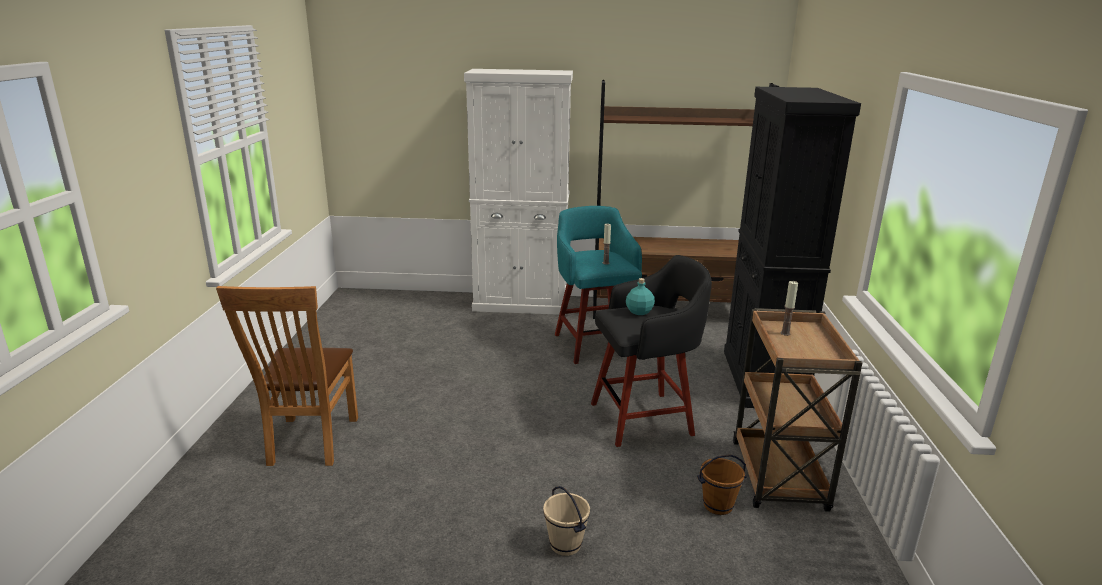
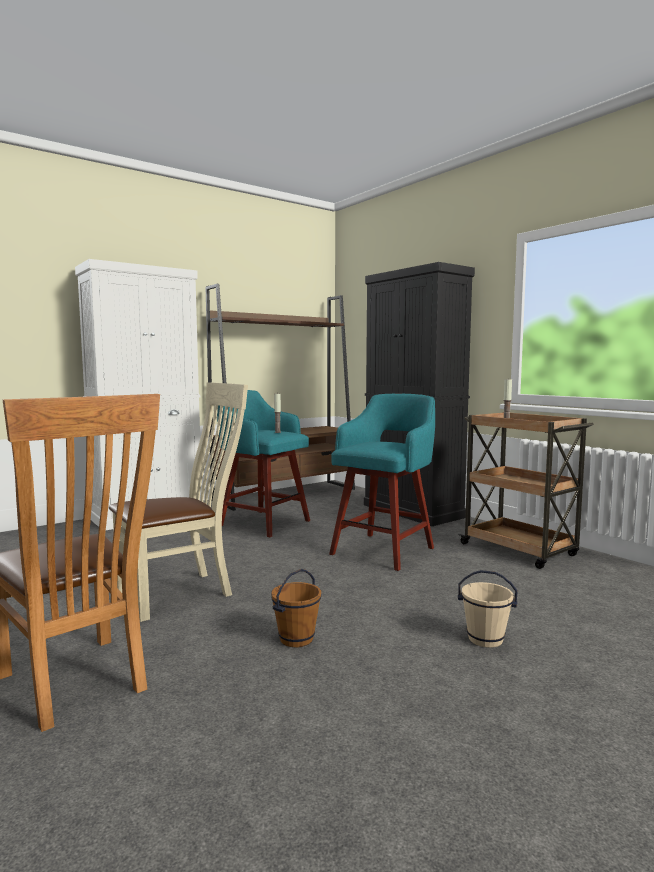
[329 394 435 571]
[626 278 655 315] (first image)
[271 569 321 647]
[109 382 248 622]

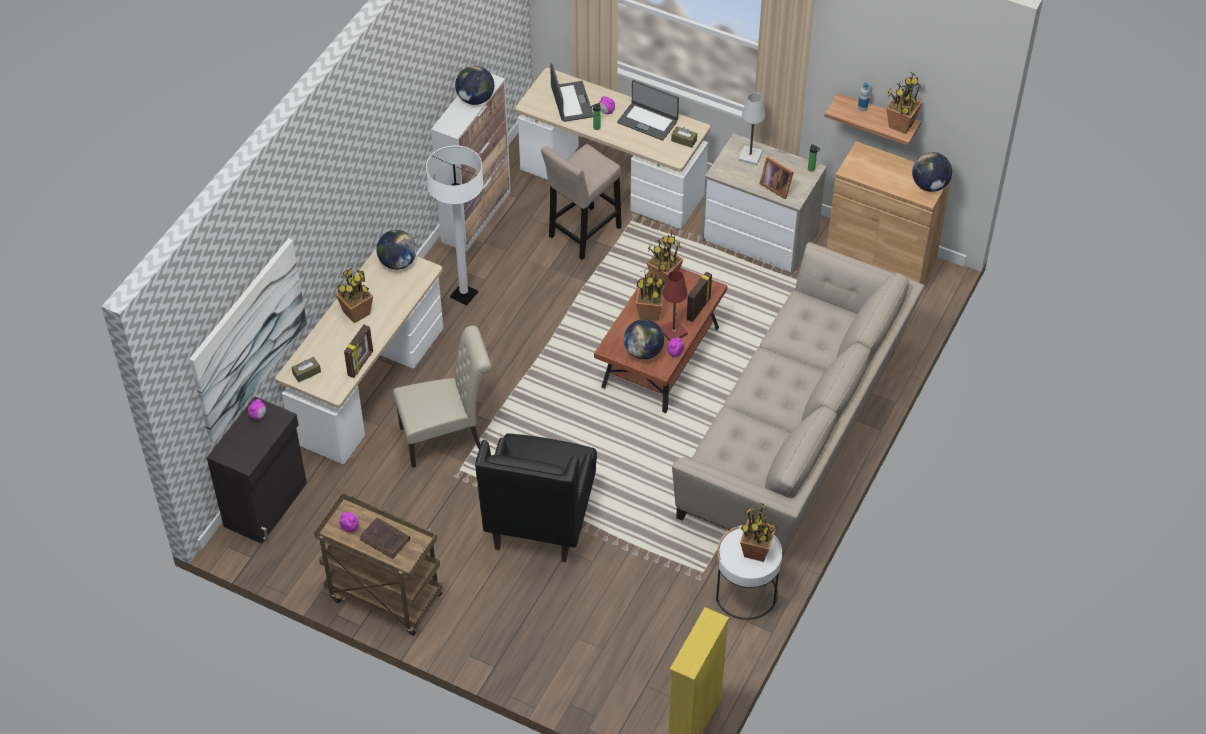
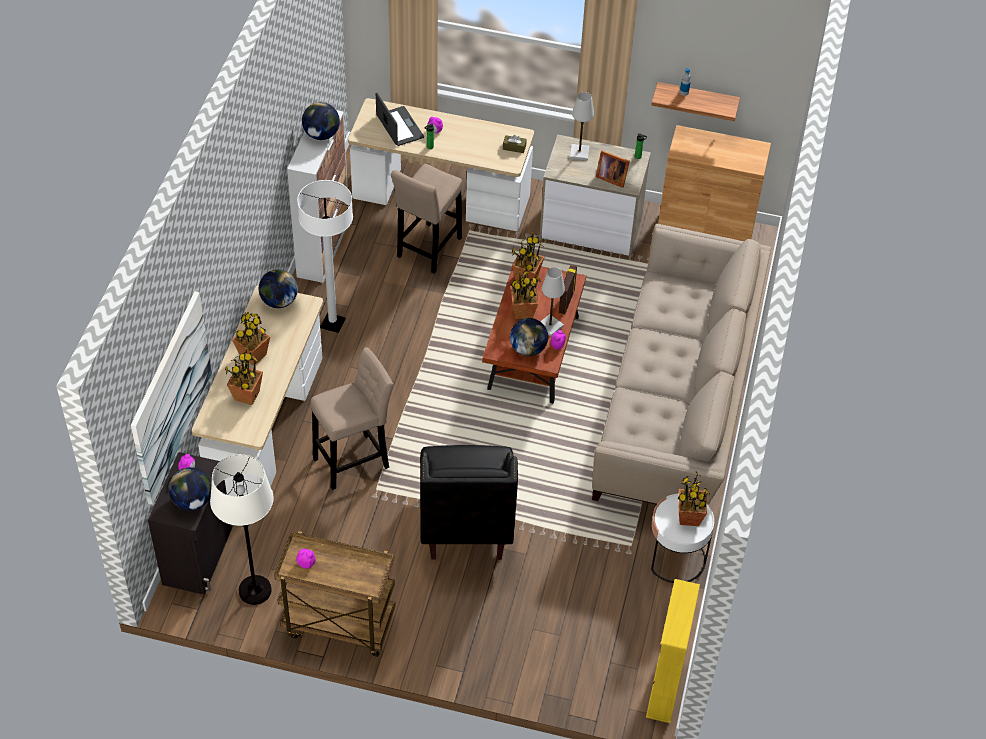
[225 346 263 405]
[617 80 679 141] (first image)
[168 467 211 510]
[540 267 565 337]
[344 324 373 378] (first image)
[311 347 393 490]
[291 357 321 382] (first image)
[360 517 410 559] (first image)
[210 454 274 605]

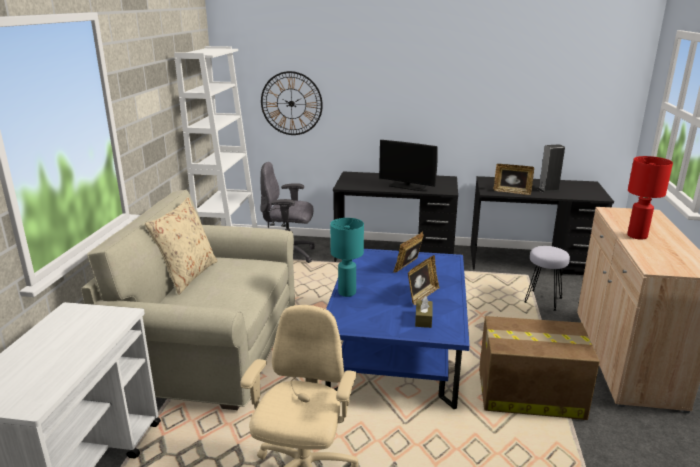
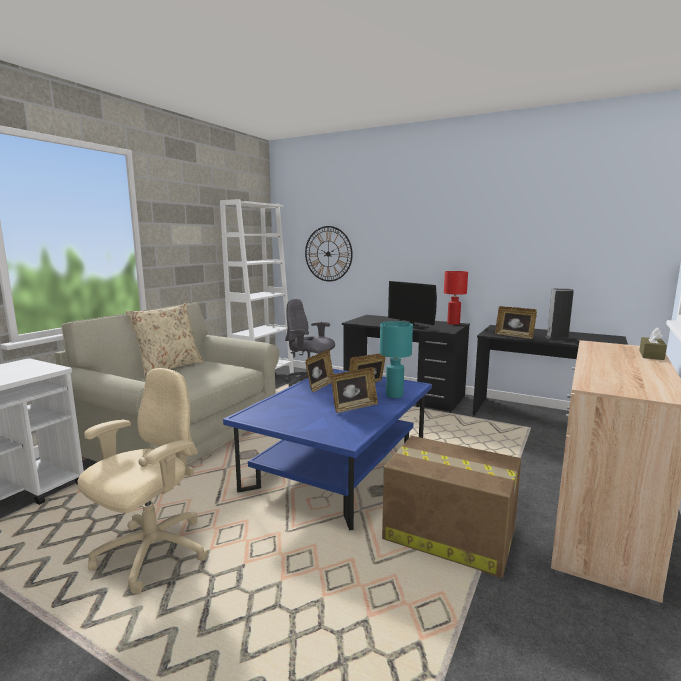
[444 271 468 325]
[380 321 413 398]
[525 246 570 311] (first image)
[639 327 667 360]
[305 350 334 392]

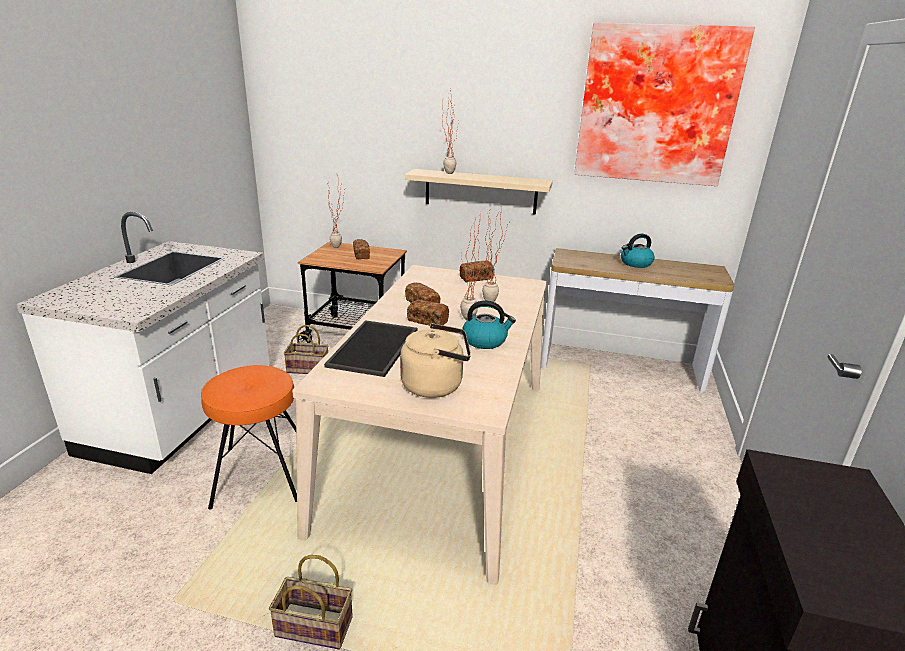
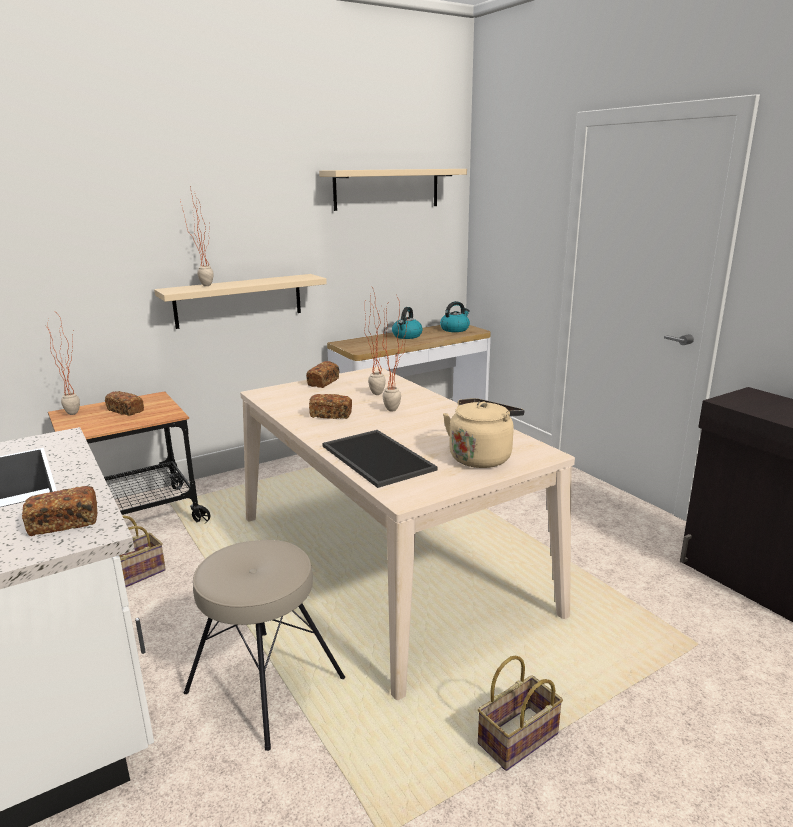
[319 169 467 211]
[22 486 97 536]
[440 301 470 332]
[184 540 345 751]

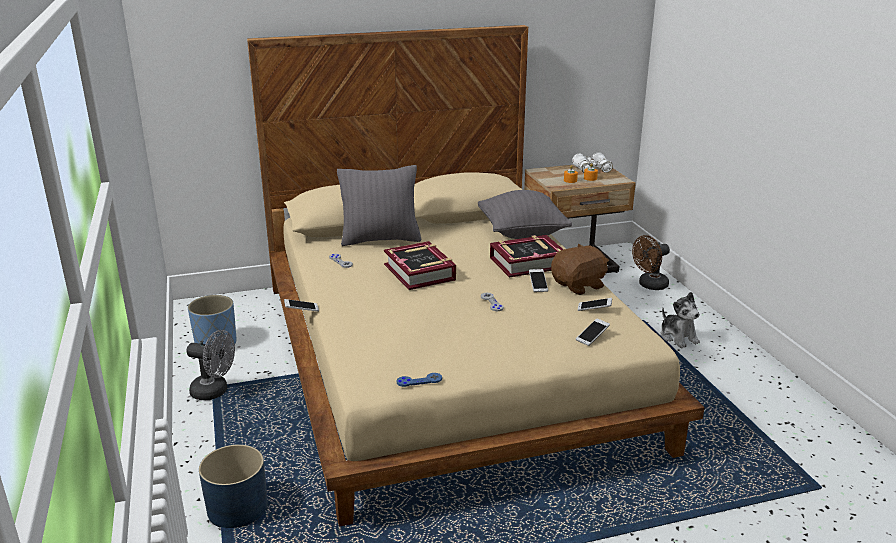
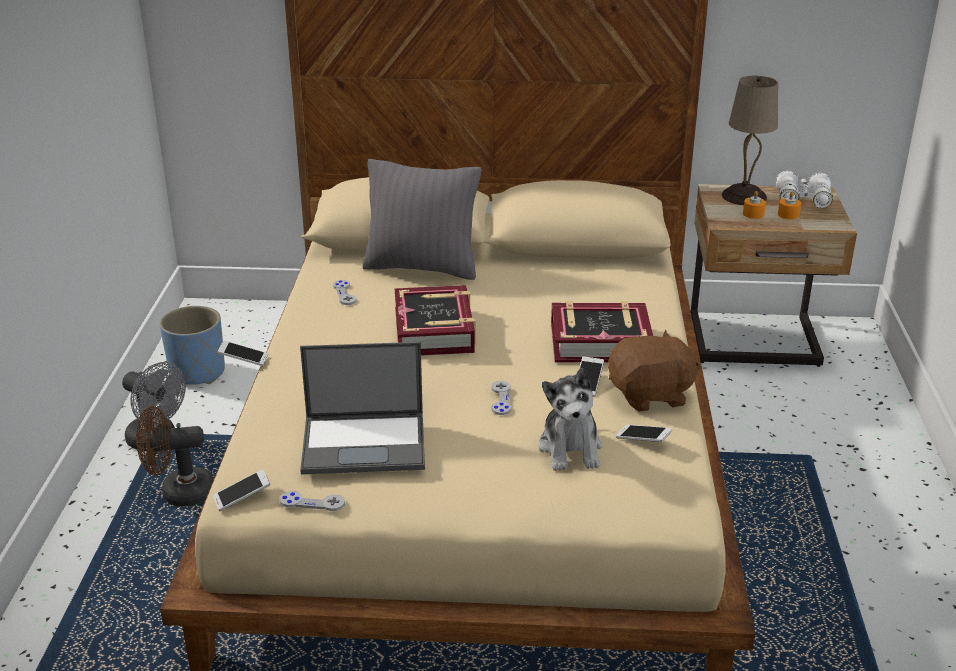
[478 190 572 239] (first image)
[136 406 213 506]
[538 368 602 471]
[213 469 270 511]
[280 491 345 511]
[199 445 268 528] (first image)
[722 76 778 205]
[300 342 425 474]

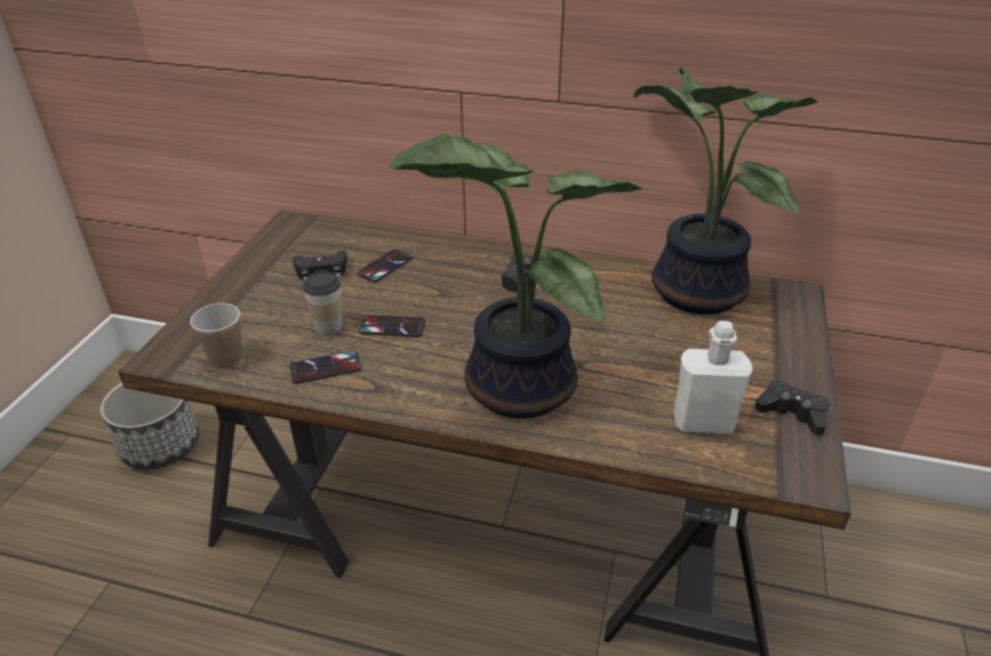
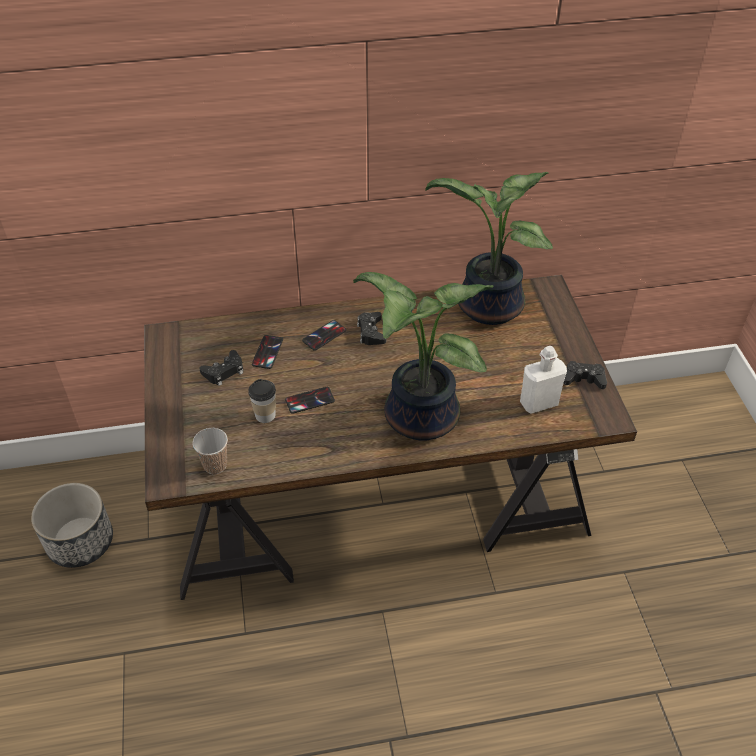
[302 320 346 351]

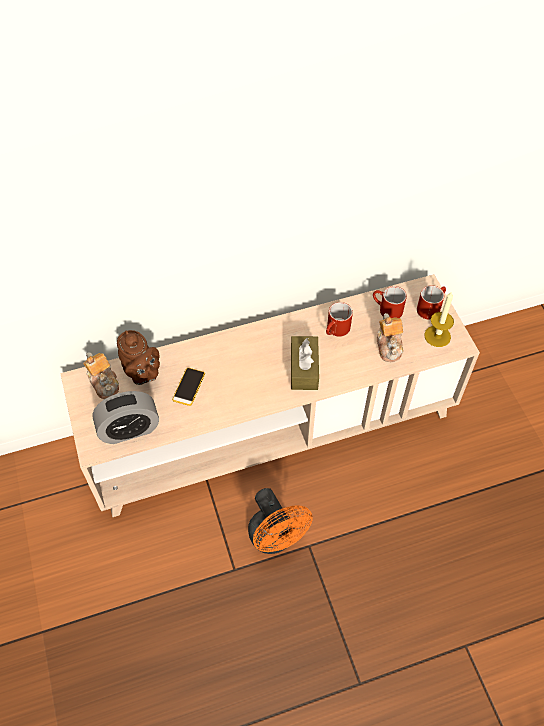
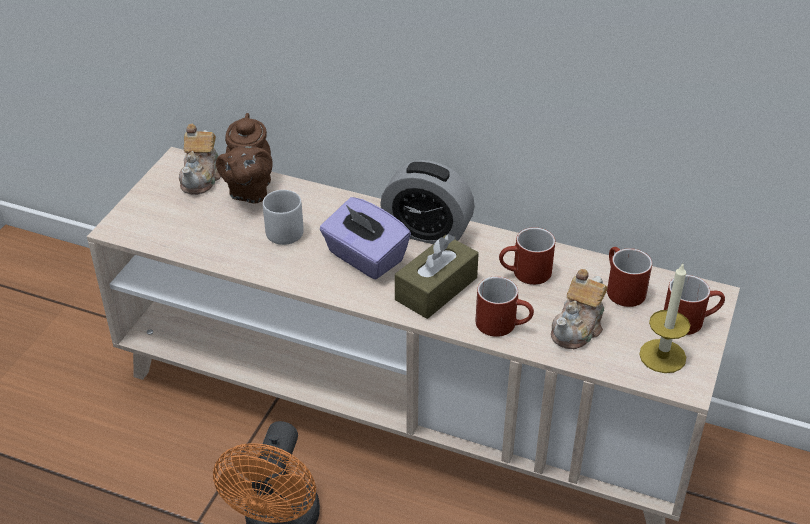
[263 190 304 245]
[380 160 475 244]
[320 197 411 279]
[475 276 534 337]

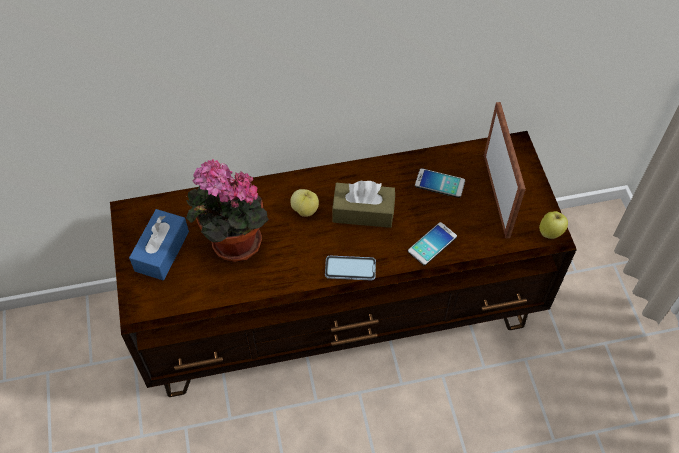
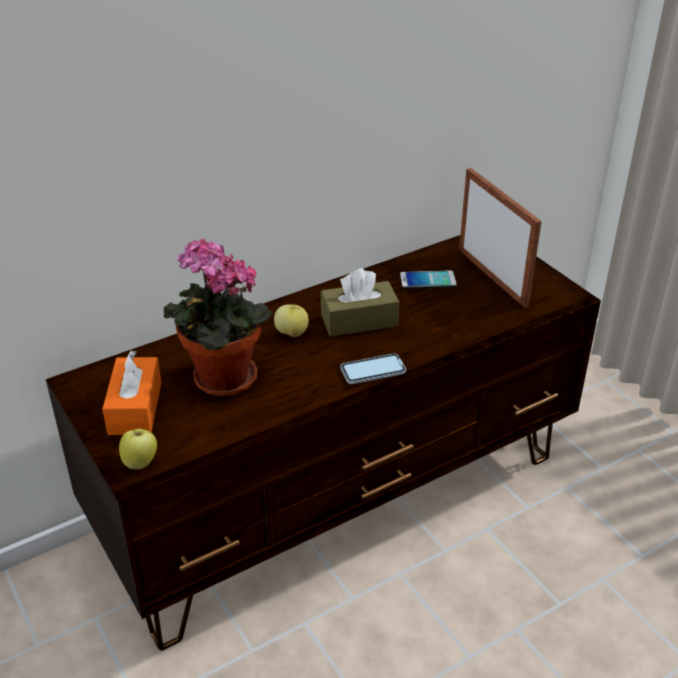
[102 350 161 435]
[119 429 157 470]
[408 222 457 266] (first image)

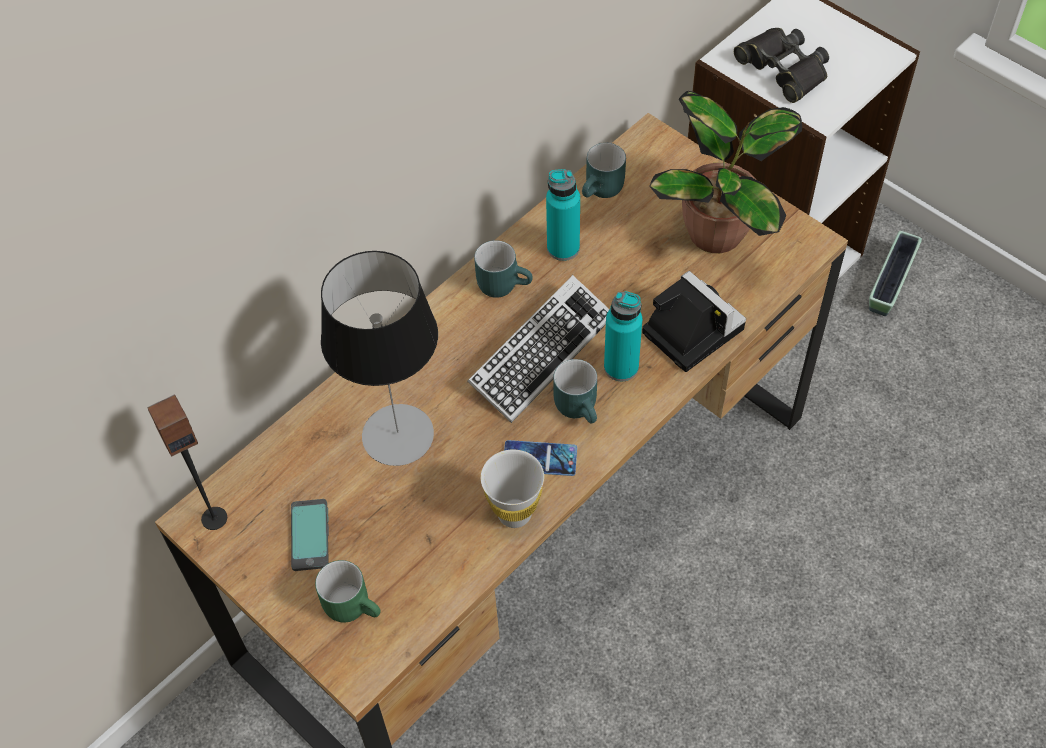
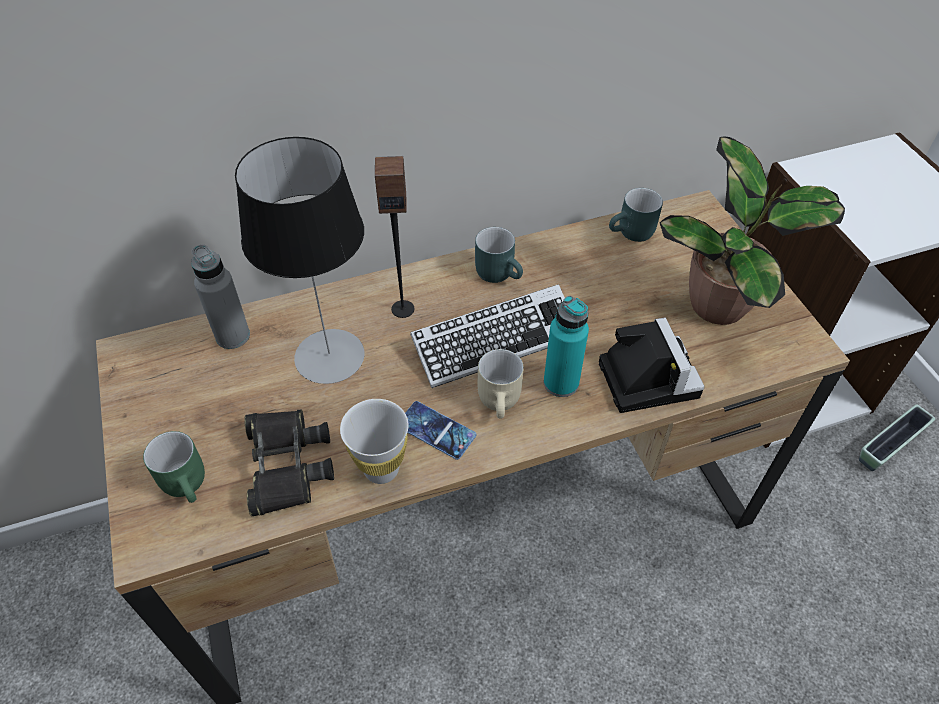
[244 410 334 517]
[546 169 580 261] (first image)
[478 349 524 419]
[375 156 414 318]
[291 499 329 571] (first image)
[191 244 250 349]

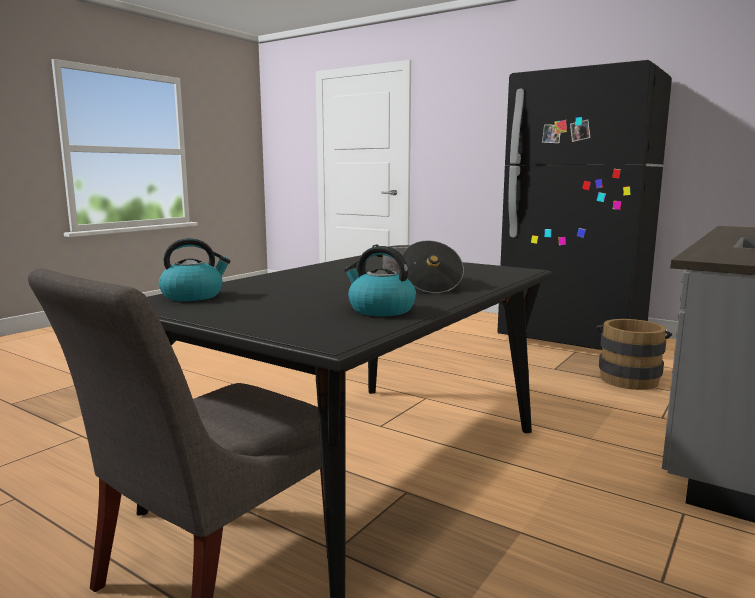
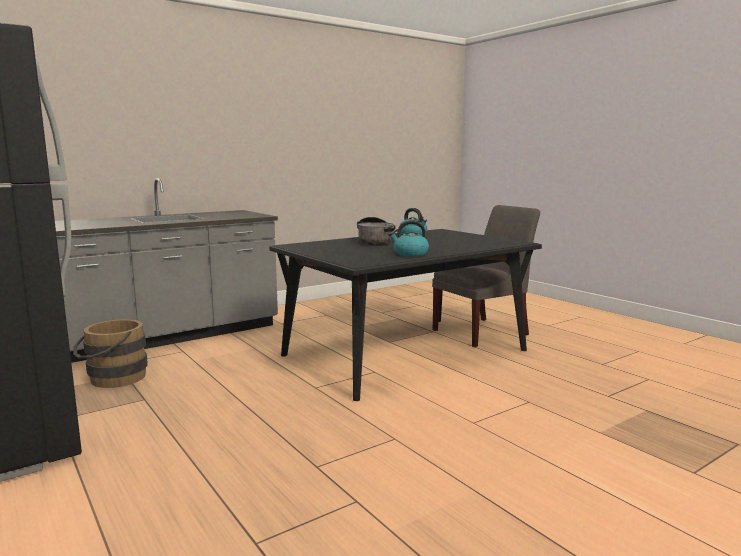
[389 220 429 256]

